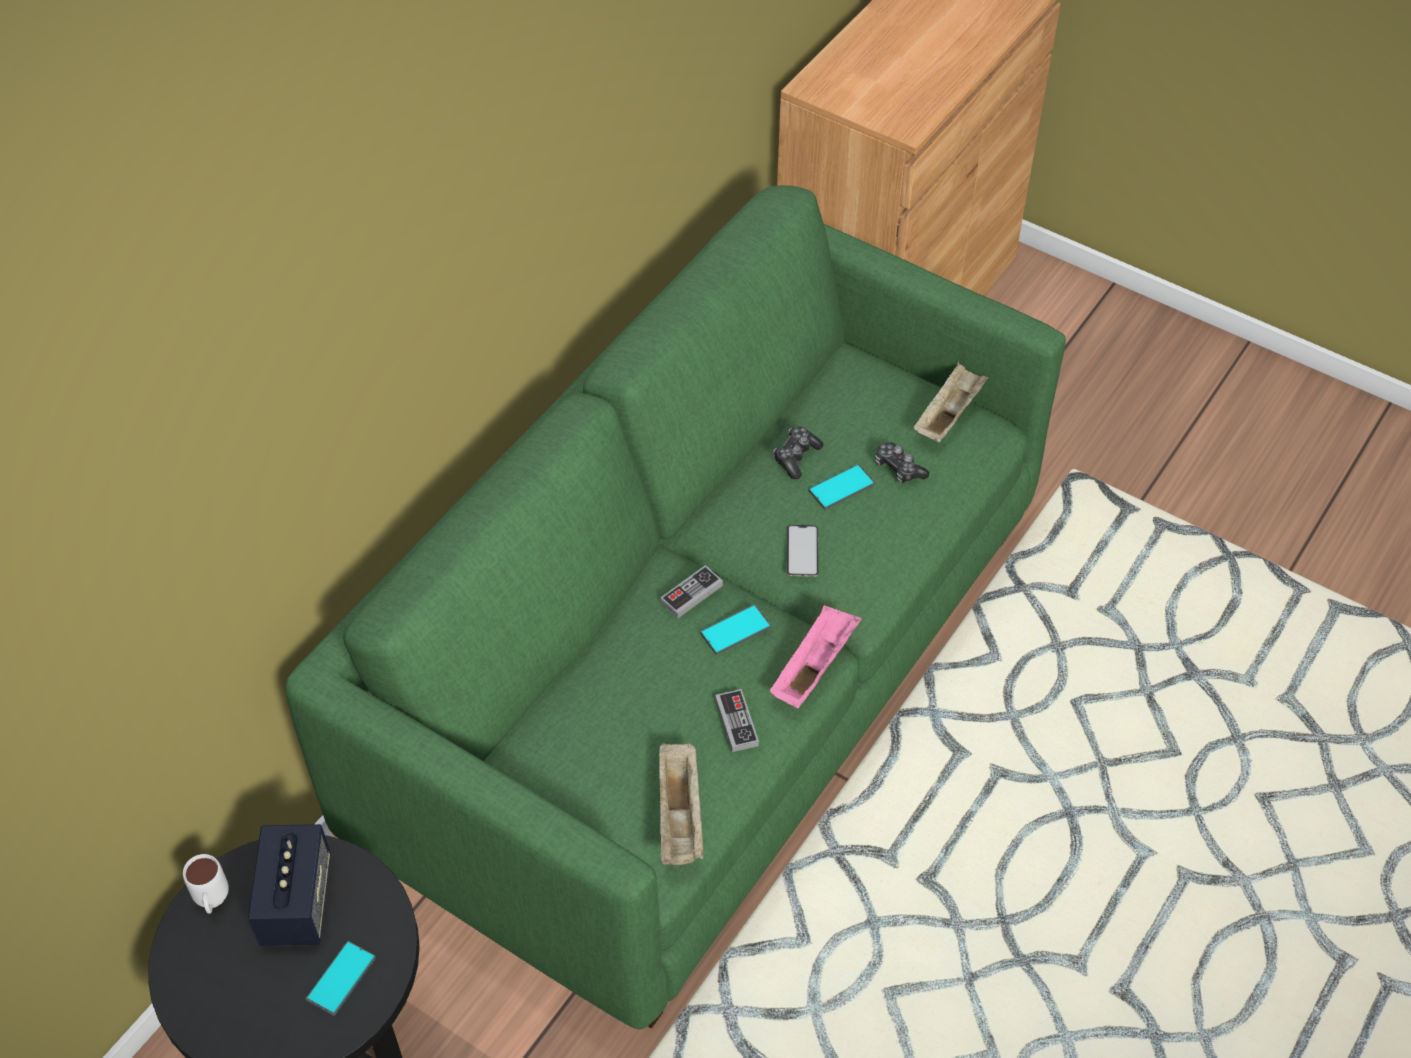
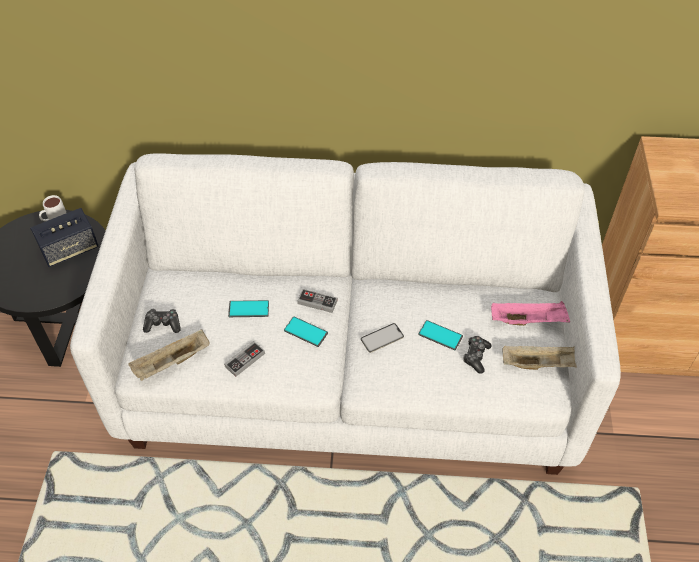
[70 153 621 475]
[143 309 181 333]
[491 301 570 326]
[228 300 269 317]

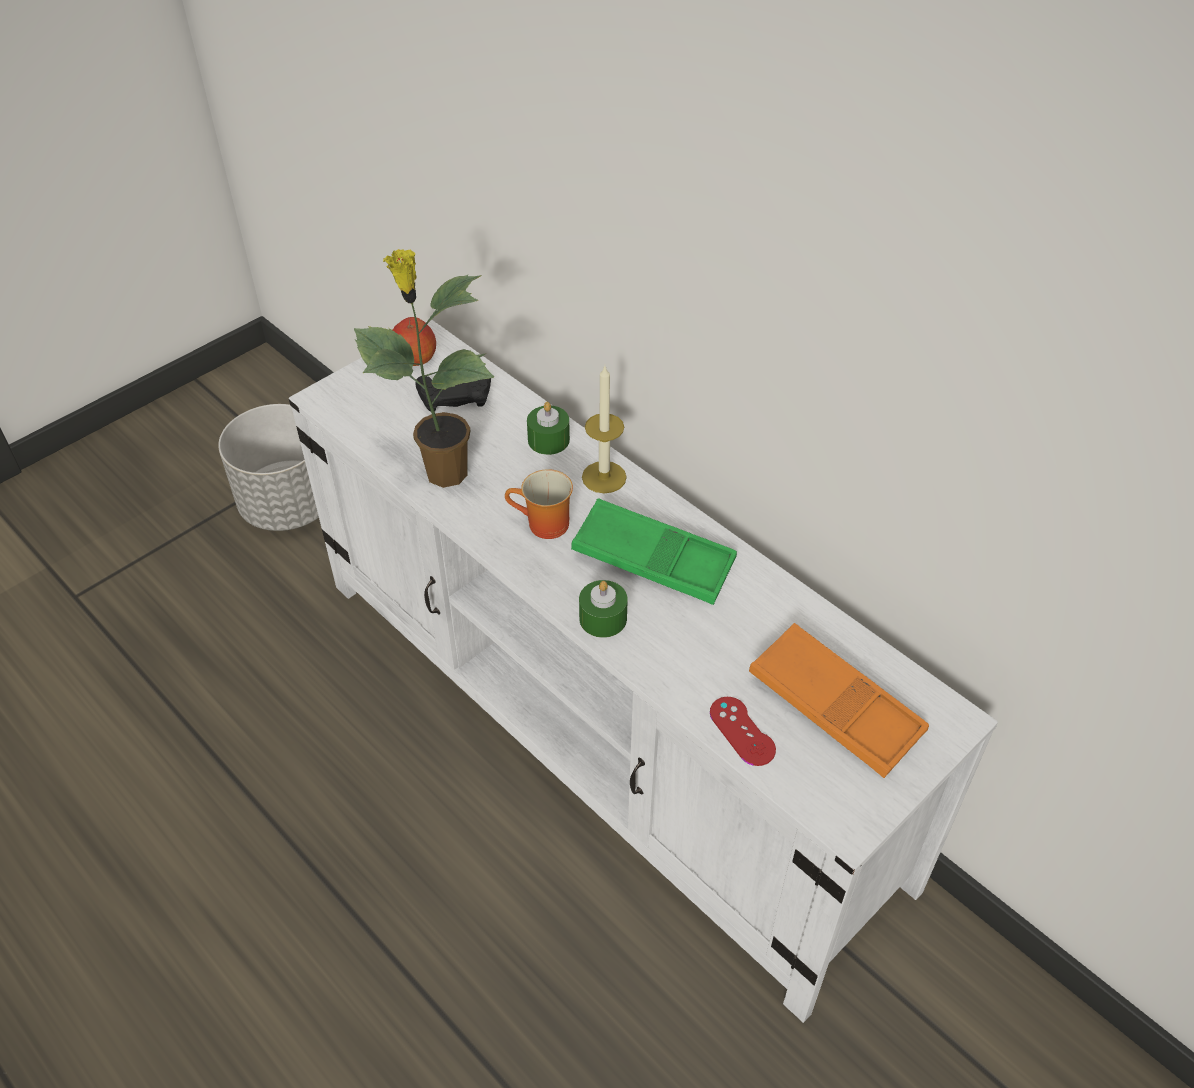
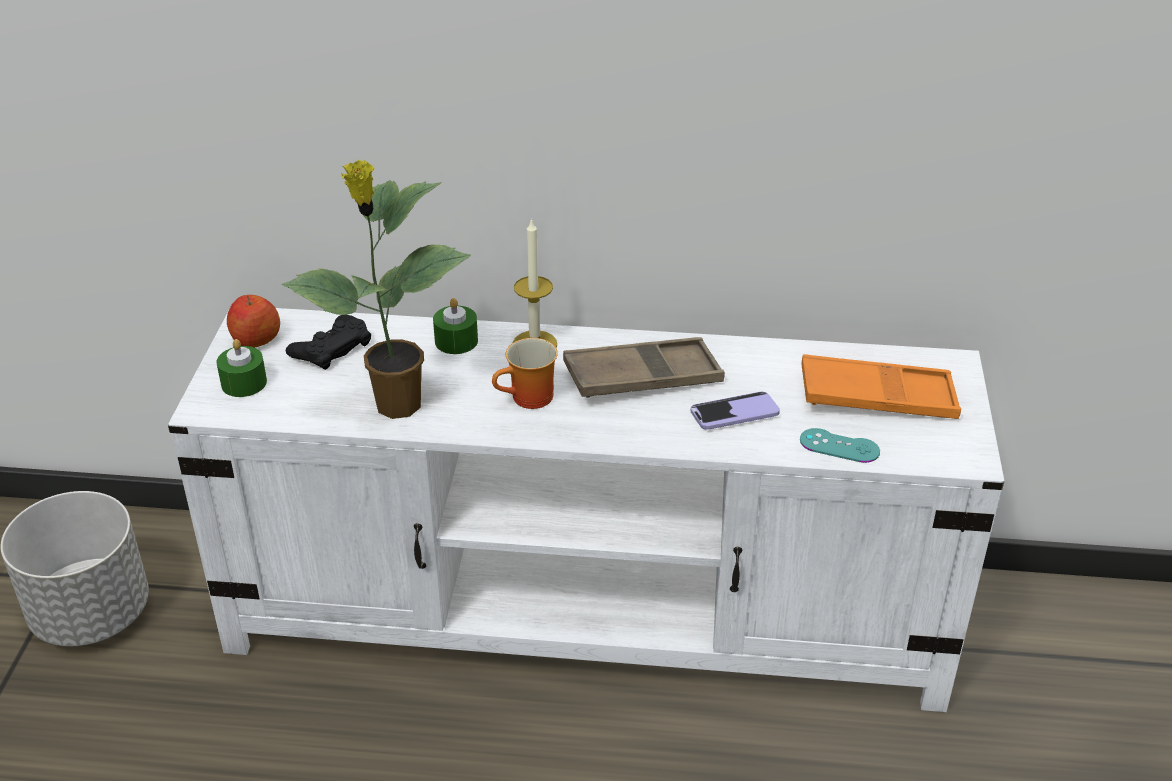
[563 337 725 398]
[216 339 267 397]
[800 428 880 463]
[691 392 780 430]

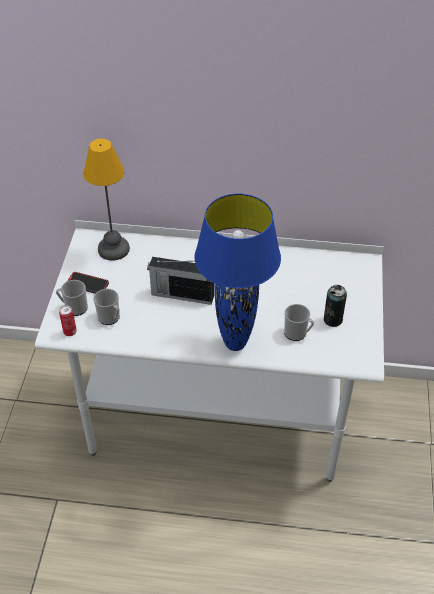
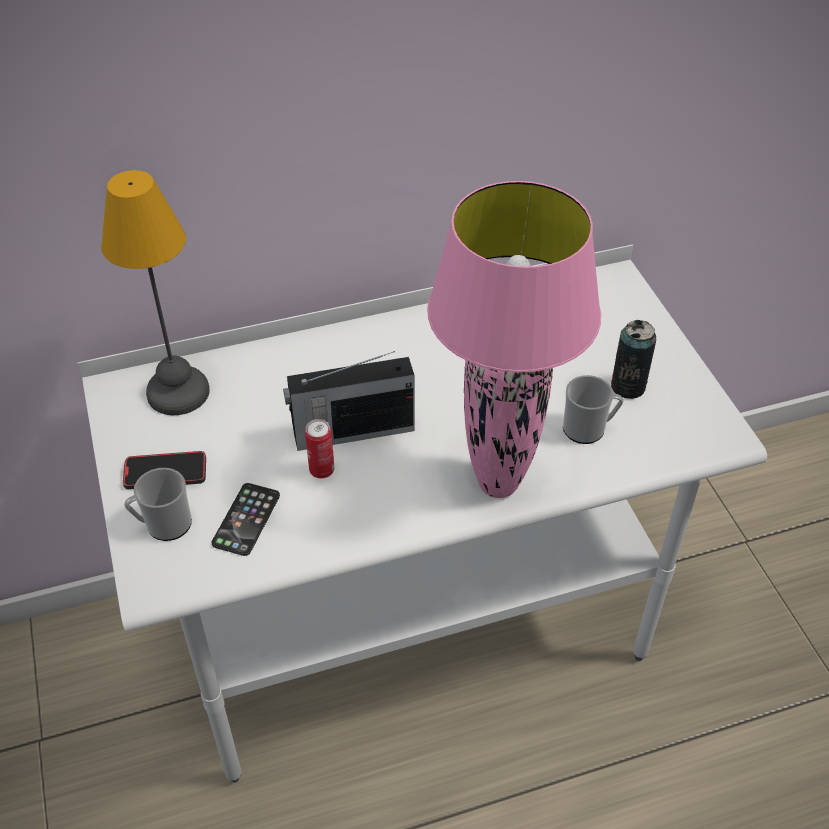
[427 181 601 498]
[211 483 280 556]
[305 419 334 479]

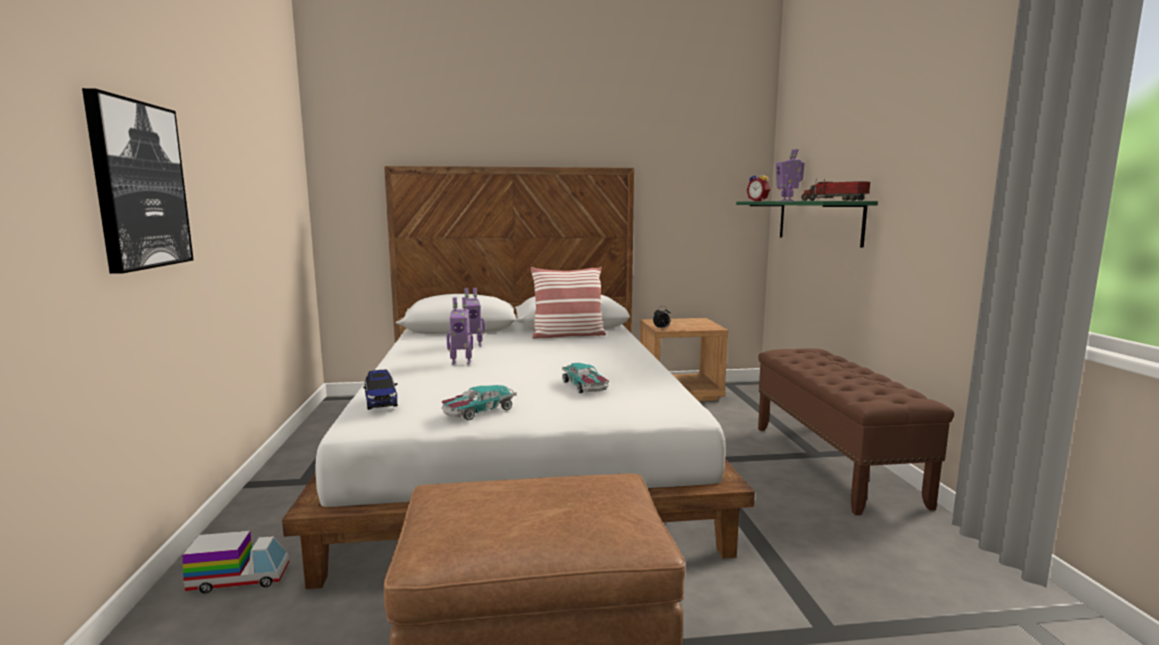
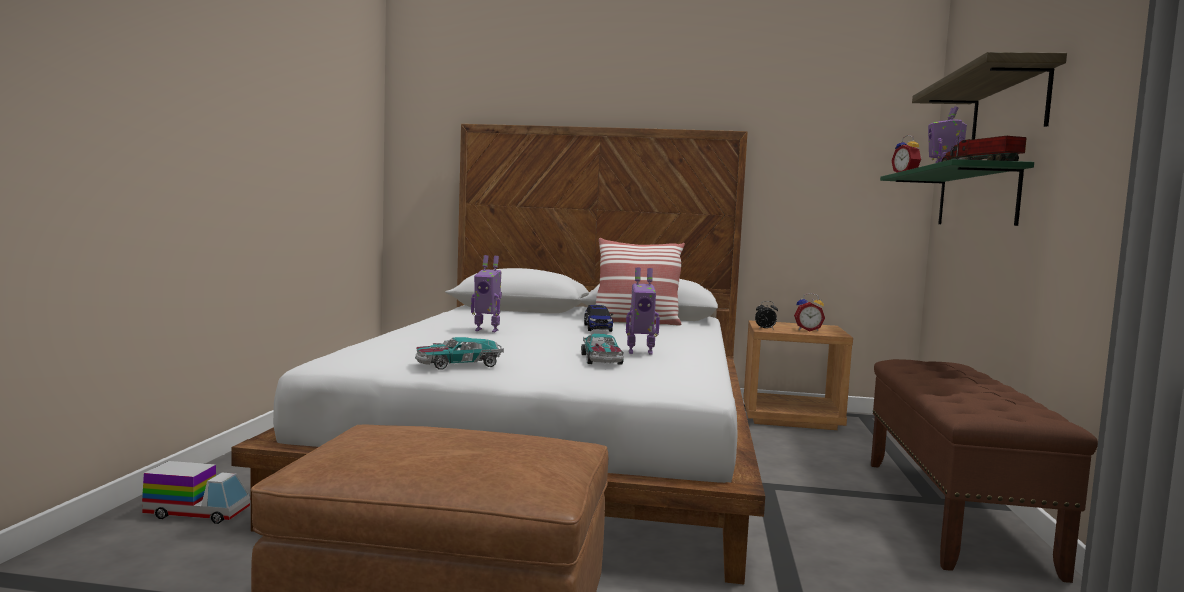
[82 88 194 274] (first image)
[626 268 660 355]
[584 304 613 332]
[912 52 1067 139]
[794 293 825 331]

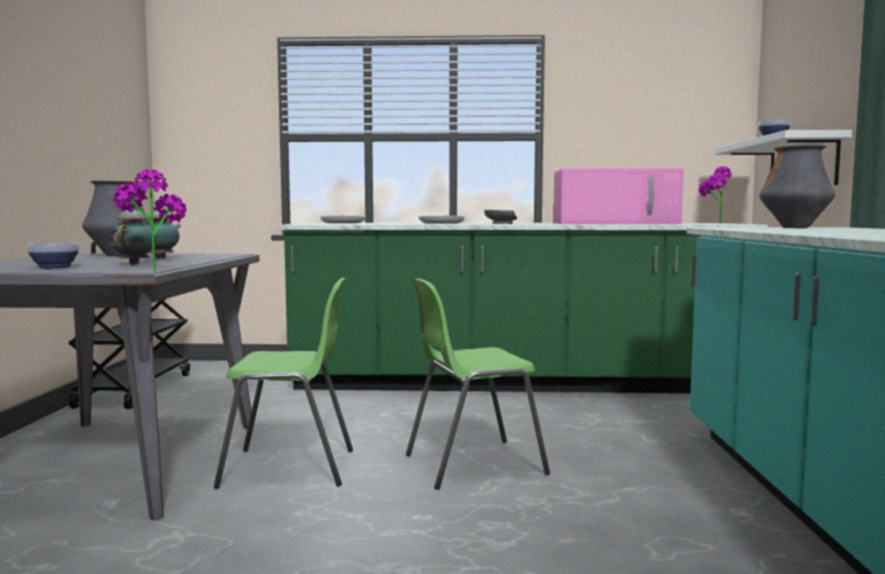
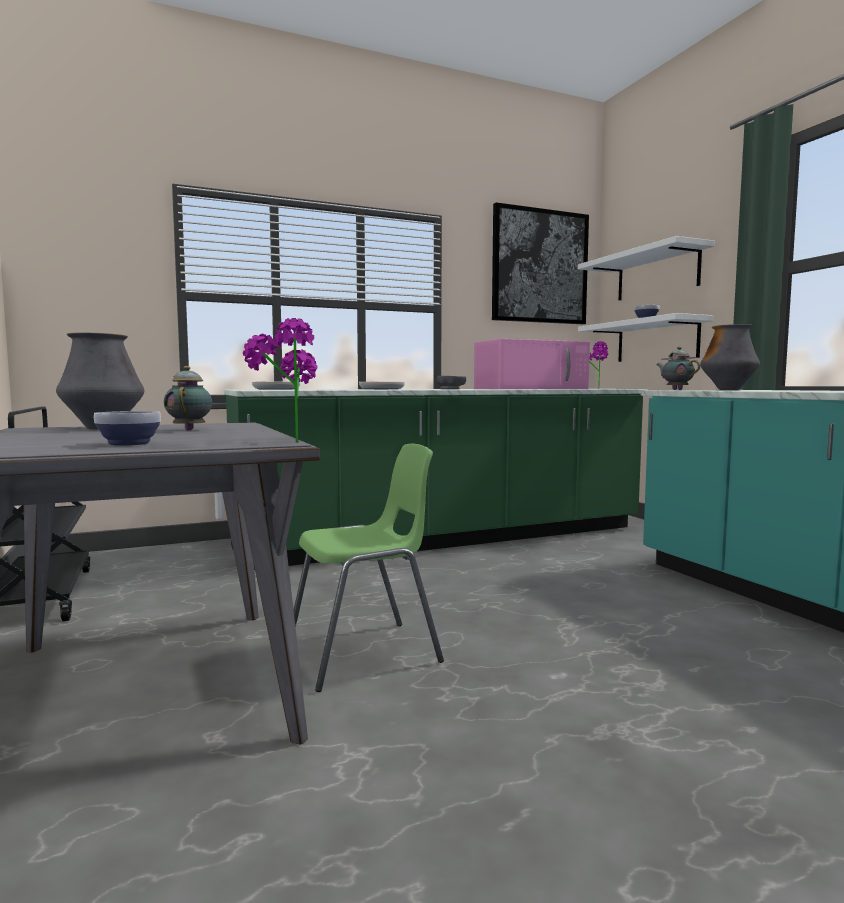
[656 347 700 390]
[406 279 550 490] (first image)
[492 202 589 324]
[578 236 715 301]

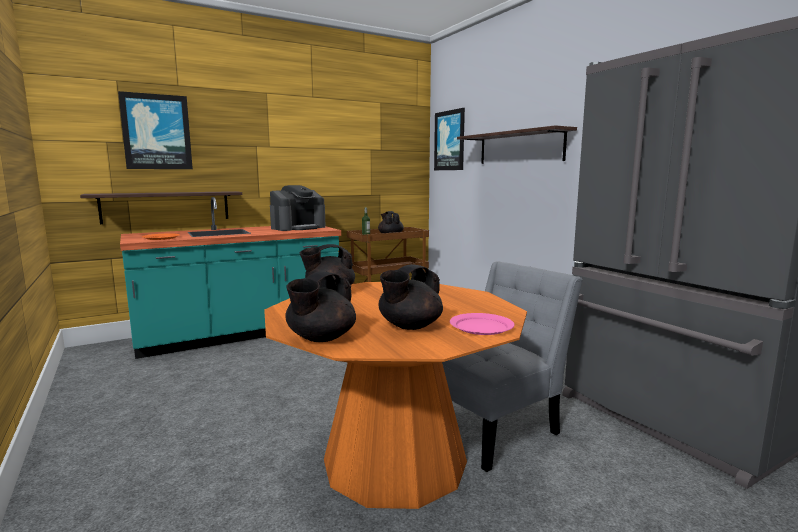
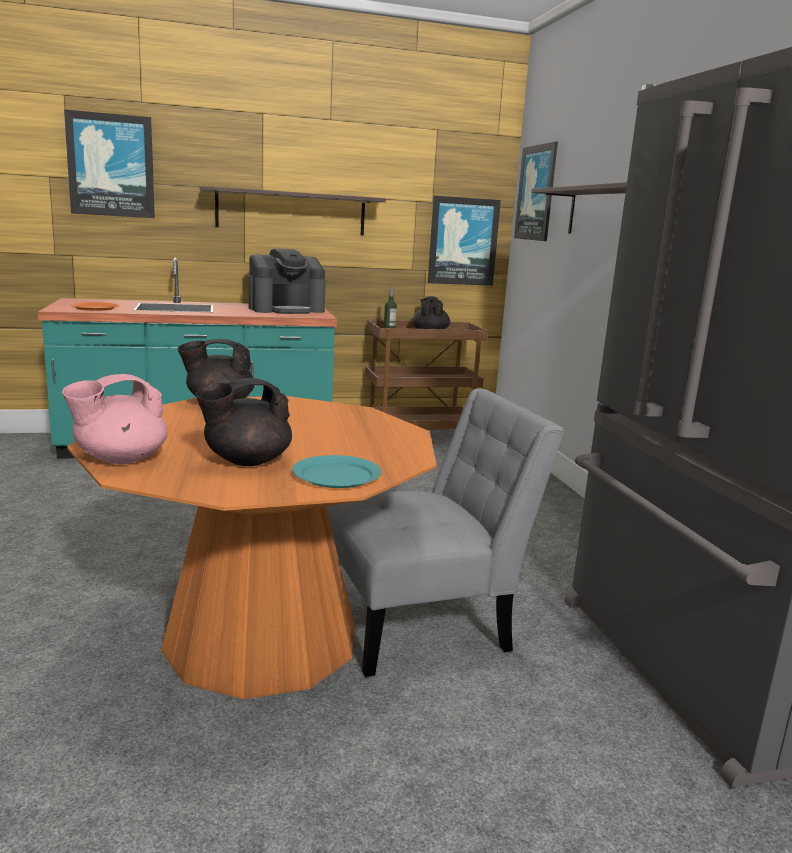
[200 186 386 235]
[62 374 167 464]
[292 455 382 488]
[428 196 501 286]

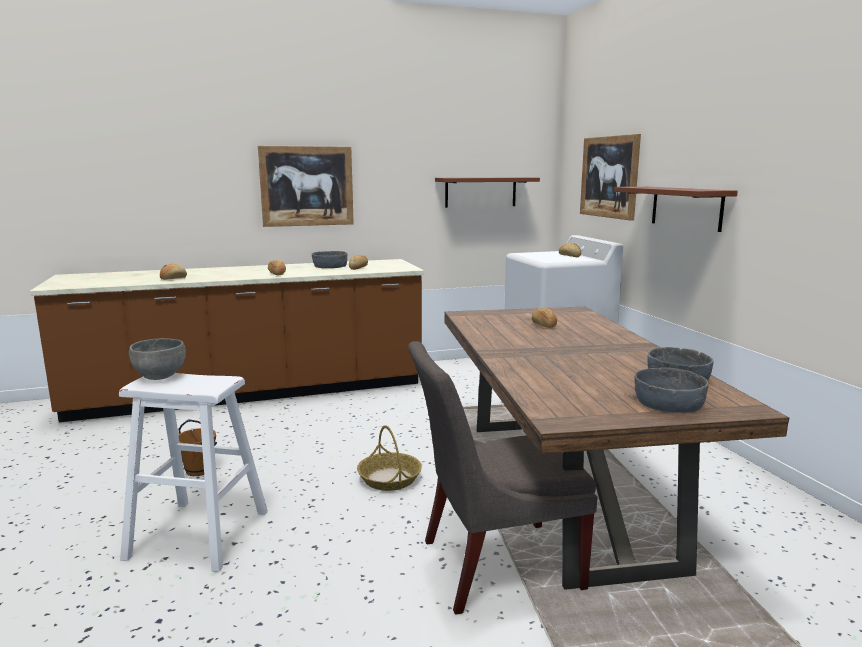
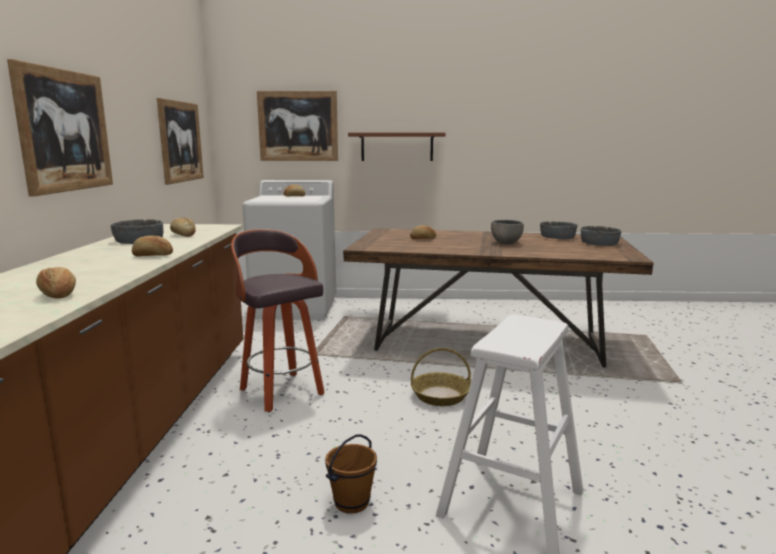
[157 98 204 185]
[491 220 524 244]
[408 341 597 615] (first image)
[231 229 324 412]

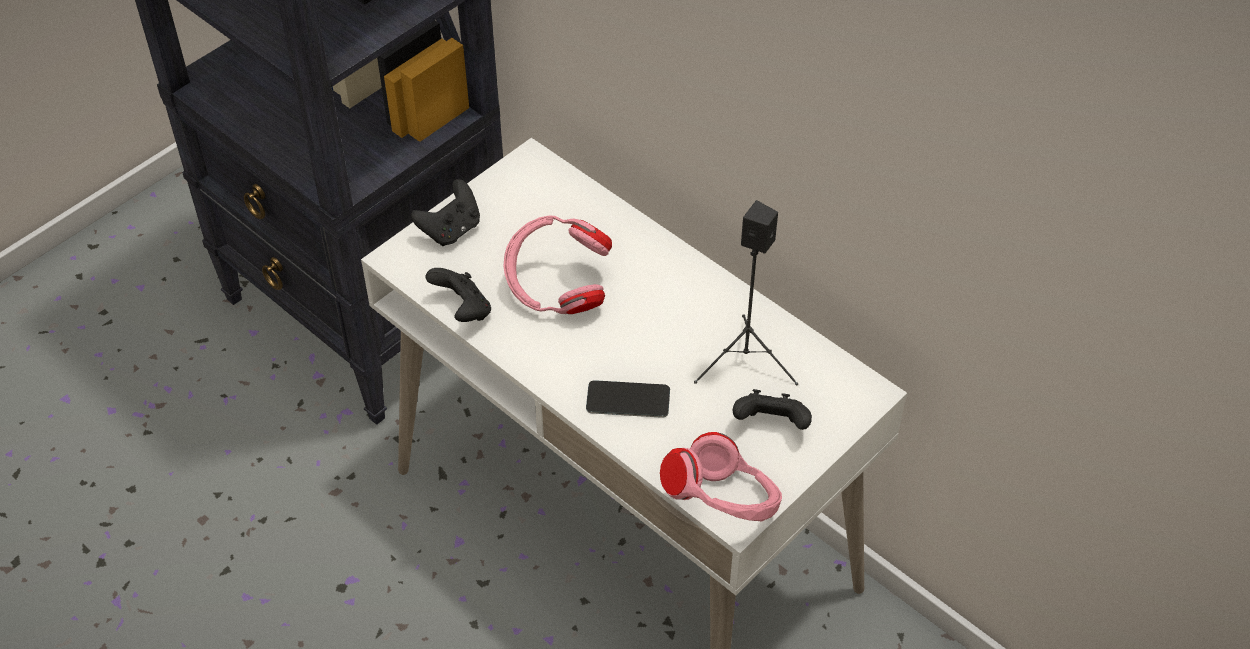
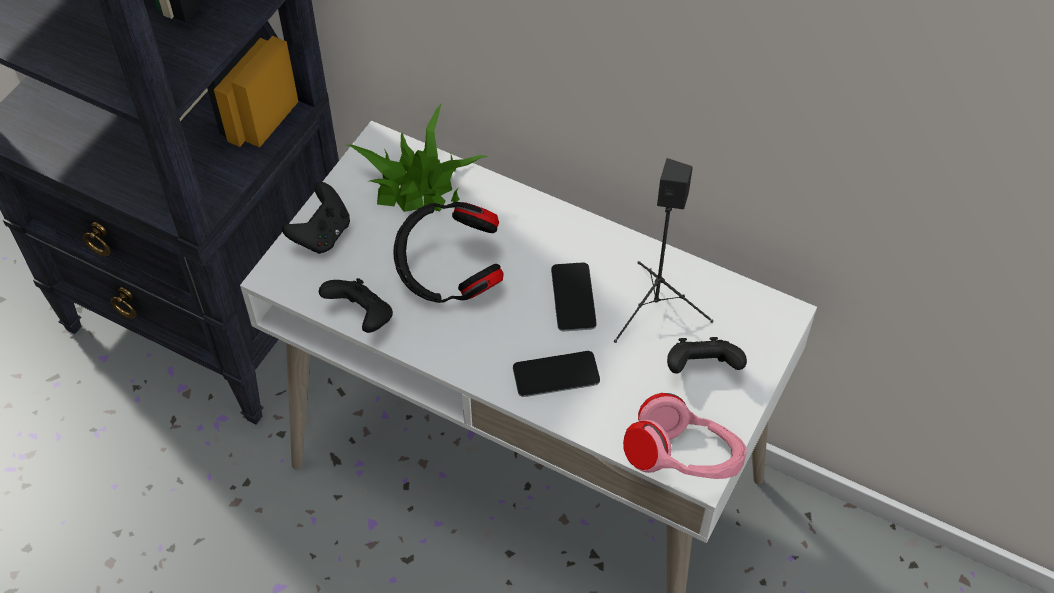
[393 202 504 303]
[347 104 489 212]
[551 262 597 331]

